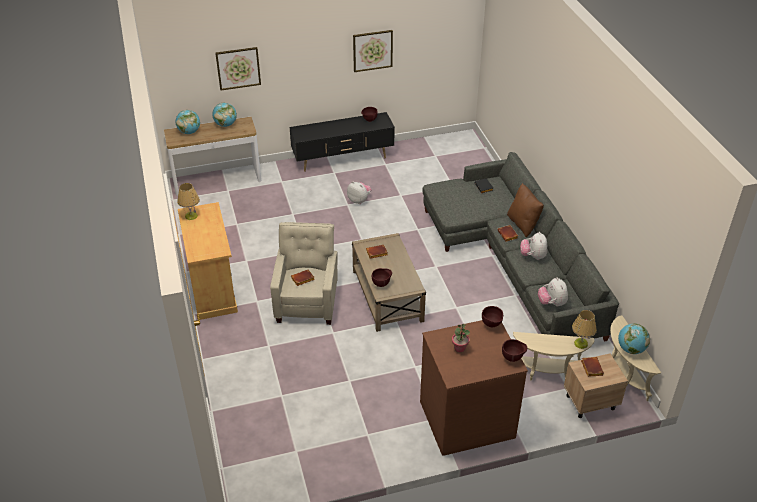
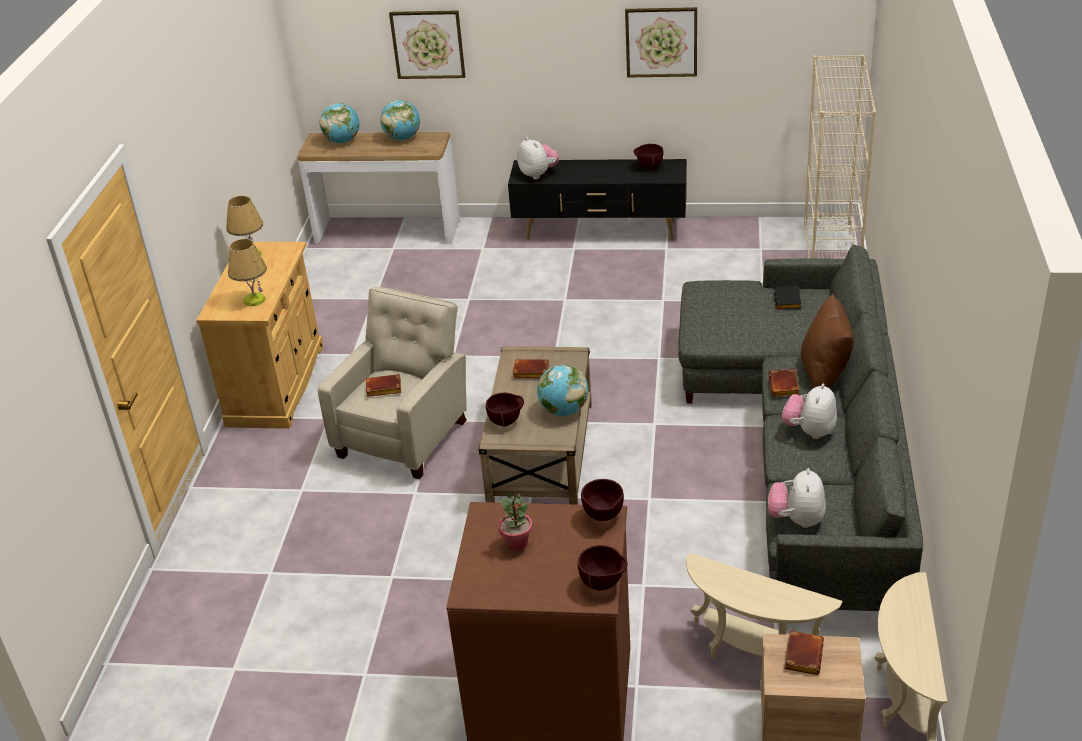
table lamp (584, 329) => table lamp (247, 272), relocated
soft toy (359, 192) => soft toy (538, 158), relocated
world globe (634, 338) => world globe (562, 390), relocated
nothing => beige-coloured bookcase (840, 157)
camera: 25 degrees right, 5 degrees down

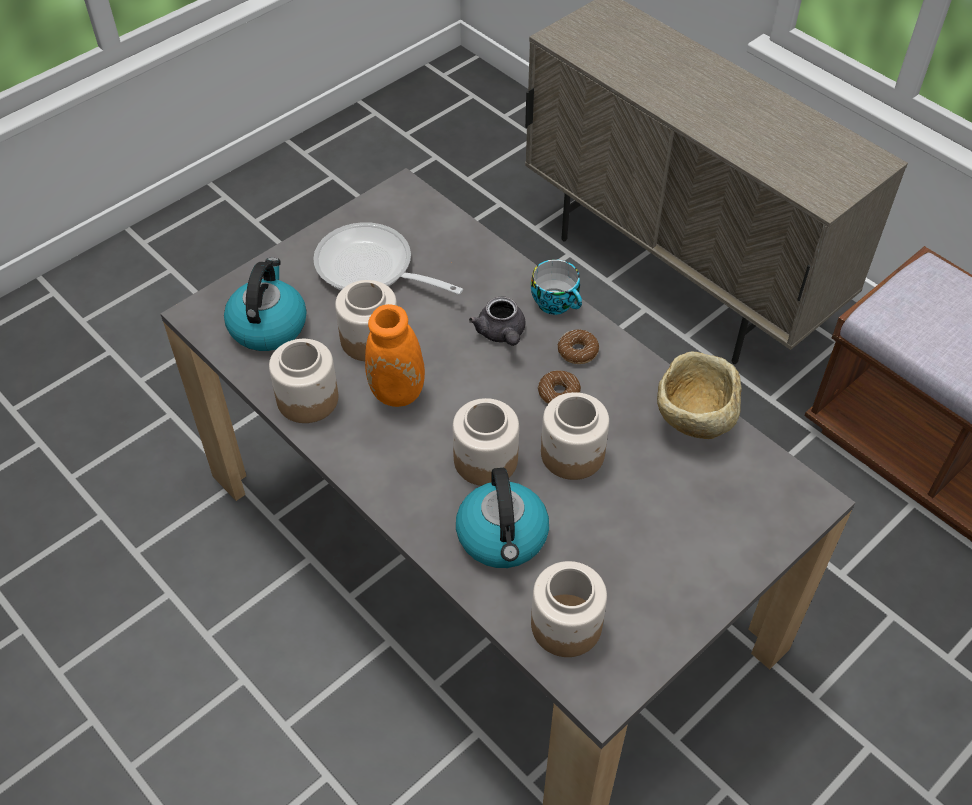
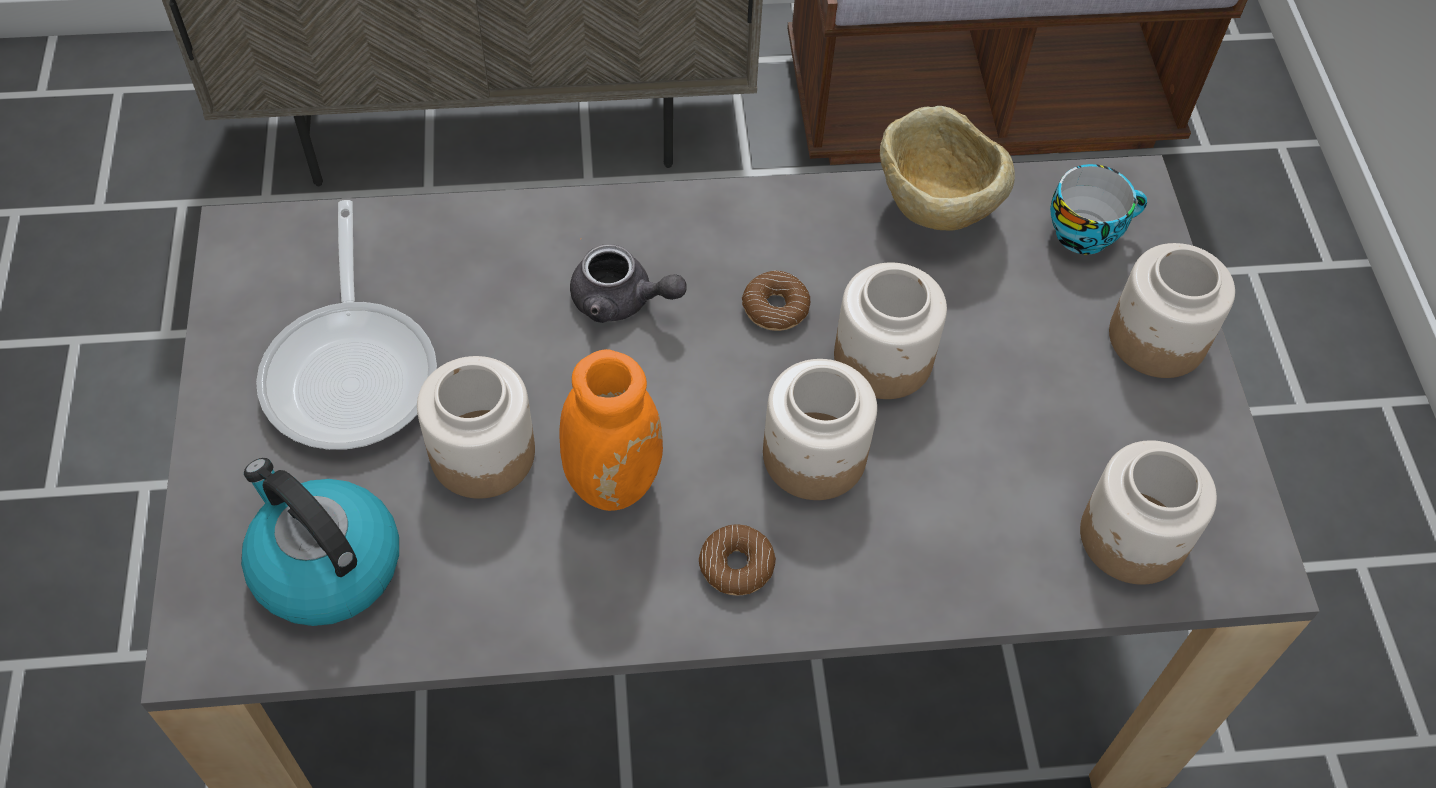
pan (388, 258) => pan (346, 325), 75 degrees counterclockwise
doughnut (578, 347) => doughnut (737, 559), relocated
small cup (556, 287) => small cup (1098, 209), relocated
jar (303, 381) => jar (1172, 310), relocated
water kettle (502, 518) => nothing
camera: 55 degrees left, 5 degrees up

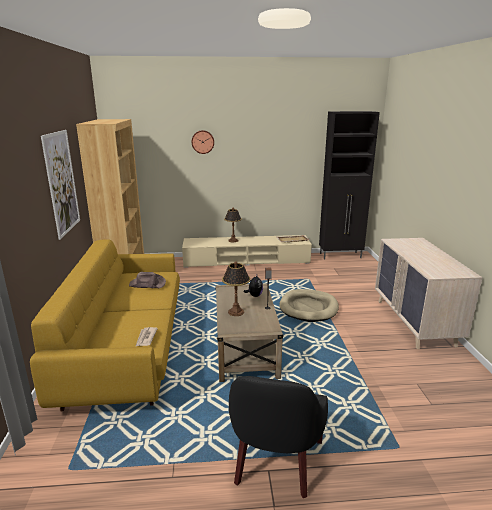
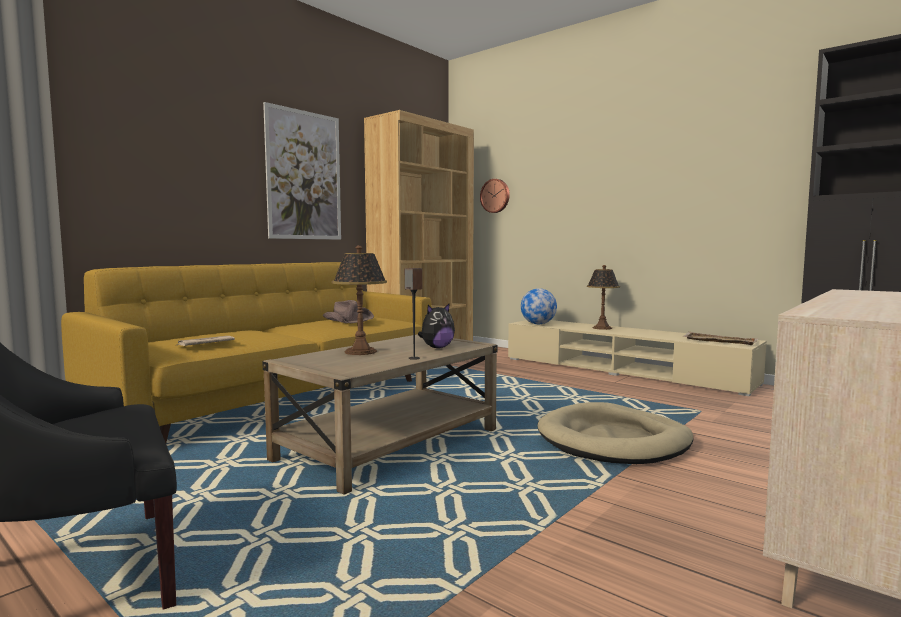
clock on the wall (203, 142) => clock on the wall (495, 196), relocated
nothing => world globe (539, 306)
camera: 45 degrees right, 15 degrees down

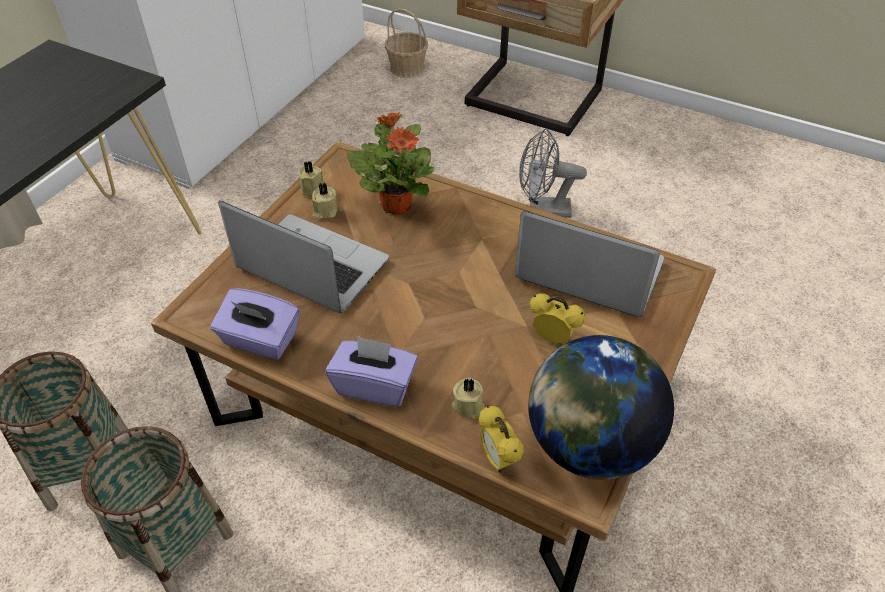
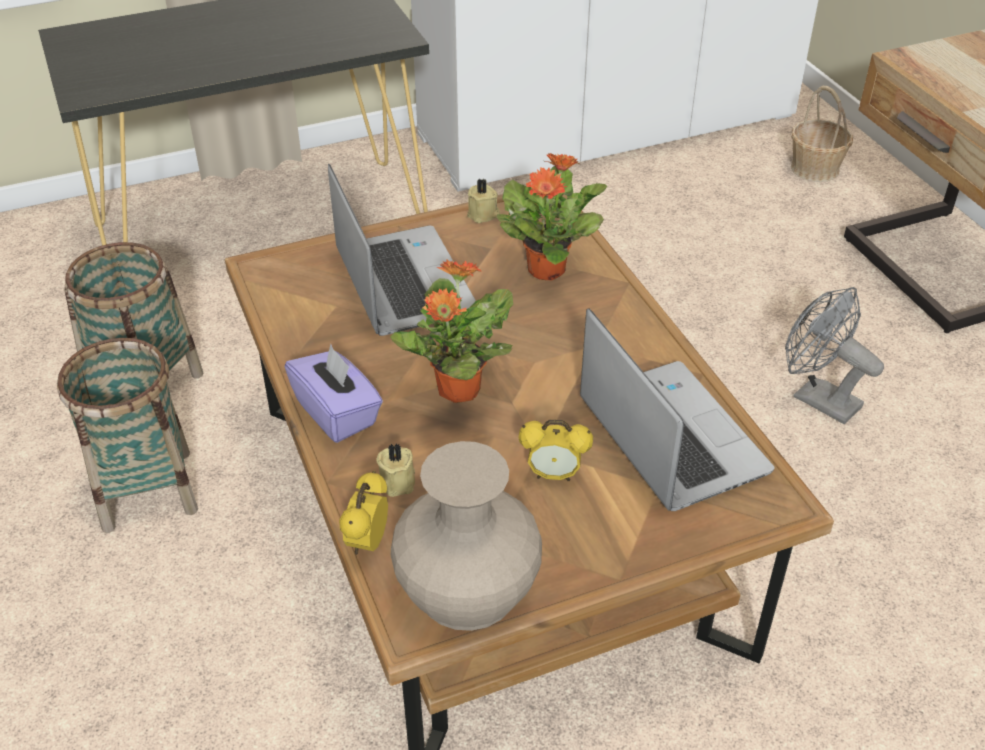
nothing => potted plant (452, 331)
world globe (601, 407) => beige-coloured decorative vase (466, 536)
table clock (557, 318) => table clock (556, 450), 120 degrees clockwise
purplish box of tissues (254, 324) => nothing
beige-coloured candle (324, 201) => nothing
camera: 40 degrees right, 5 degrees down

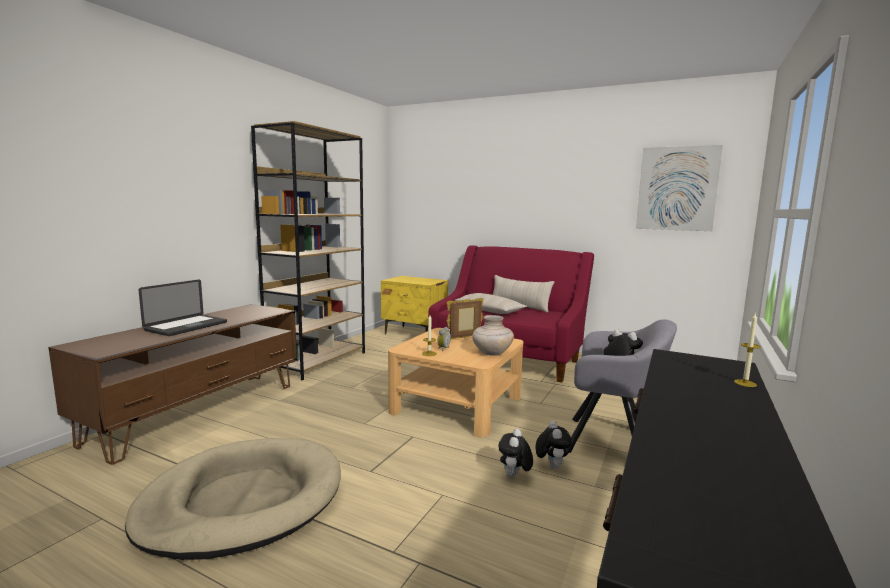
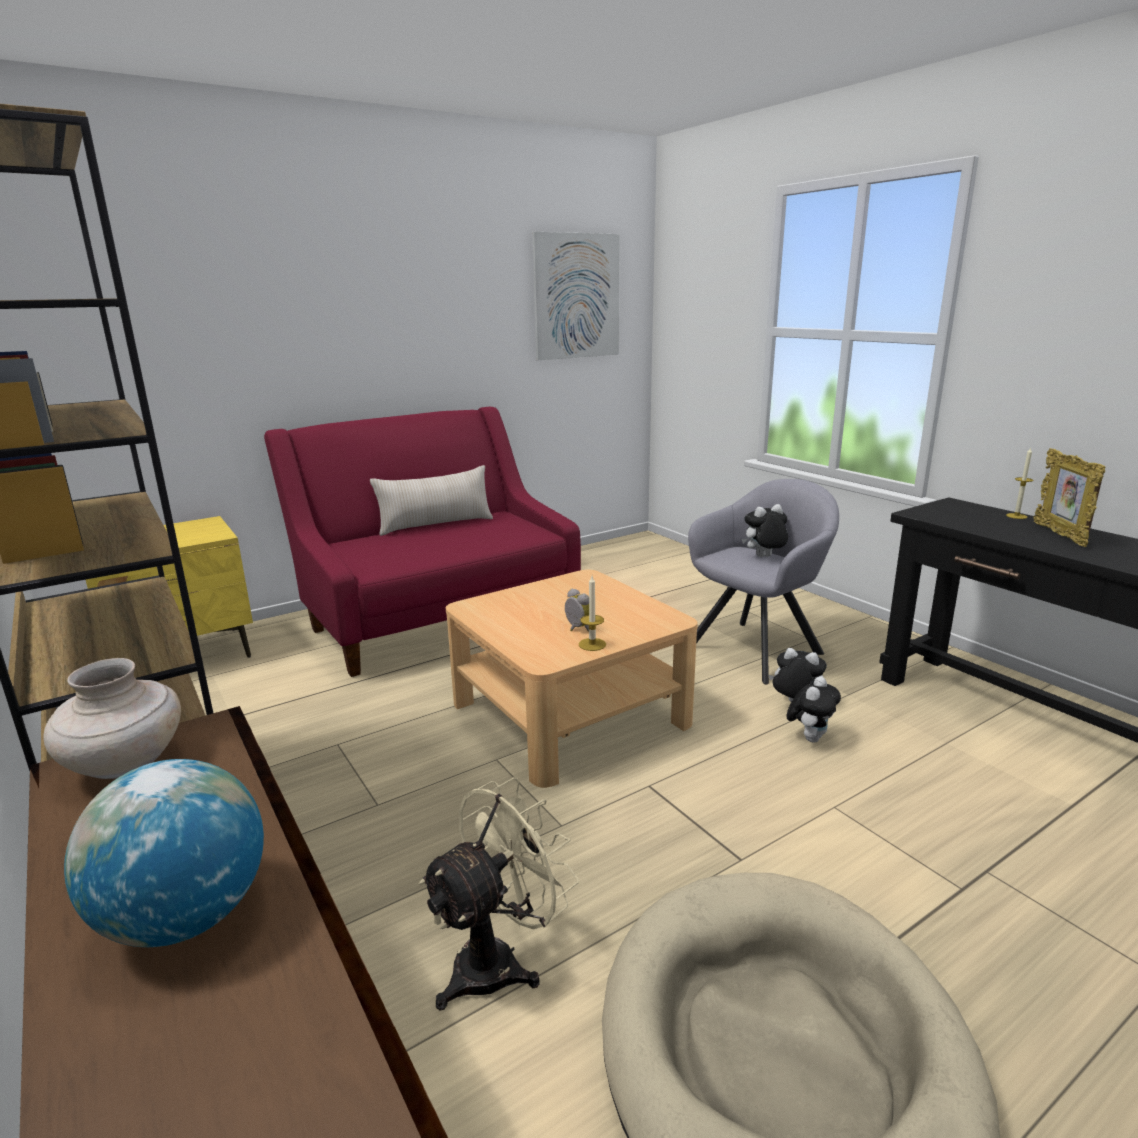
beige-coloured decorative vase (493, 335) => beige-coloured decorative vase (112, 718), relocated
portable computer (183, 308) => world globe (164, 853)
nothing => beige-coloured electric fan (498, 893)
soft toy (515, 453) => soft toy (814, 709), 105 degrees counterclockwise
picture frame (465, 318) => picture frame (1069, 497), relocated
beige-coloured throw pillow (491, 303) => nothing
camera: 60 degrees left, 10 degrees up

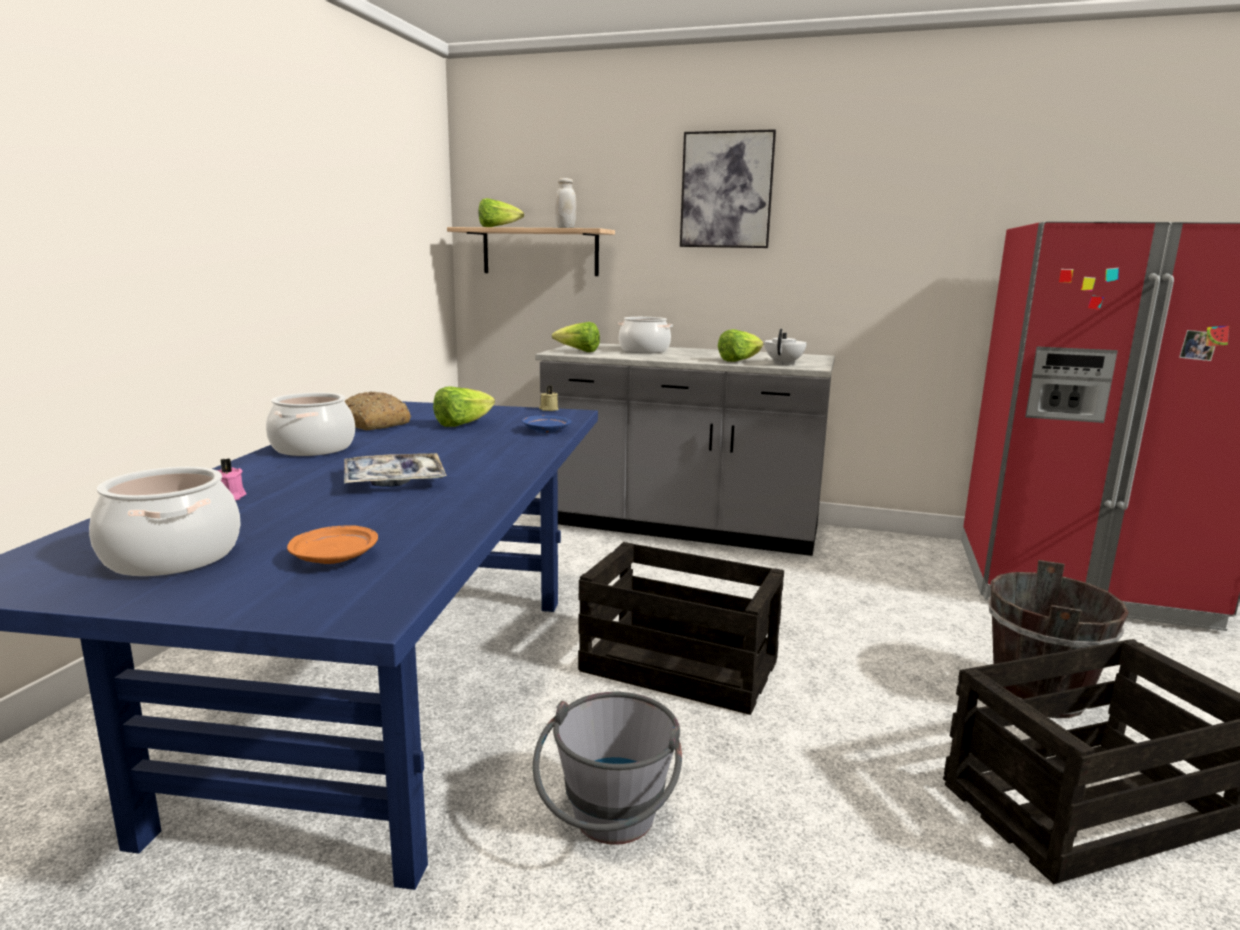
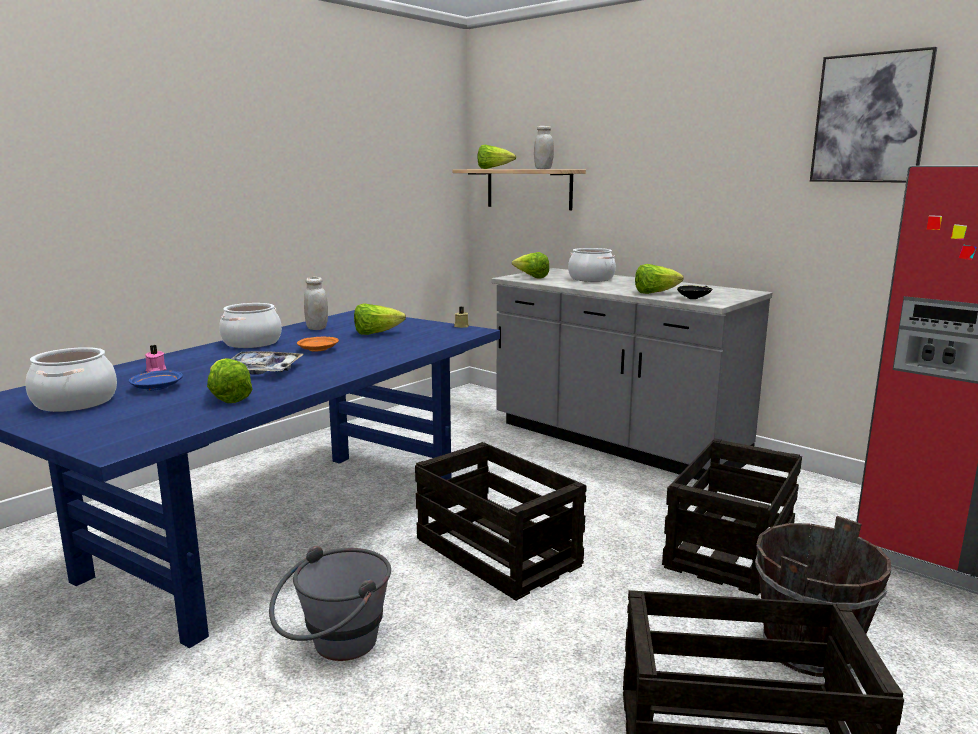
blue-coloured flat dish (547, 424) => blue-coloured flat dish (156, 380), relocated
nothing => head of lettuce (230, 380)
orange flat dish (332, 544) => orange flat dish (318, 344), relocated
bread (378, 410) => white-coloured jar (316, 303)
nothing => shipping crate (732, 517)
white-coloured tea pot (786, 347) => blackish deep dish (695, 292)
picture (728, 188) => picture (873, 115), relocated
camera: 25 degrees right, 0 degrees up

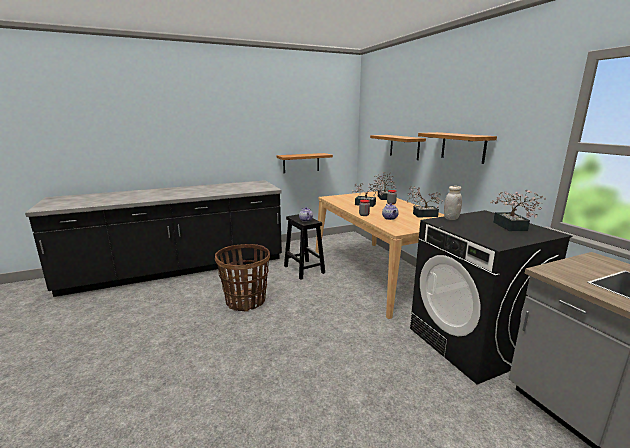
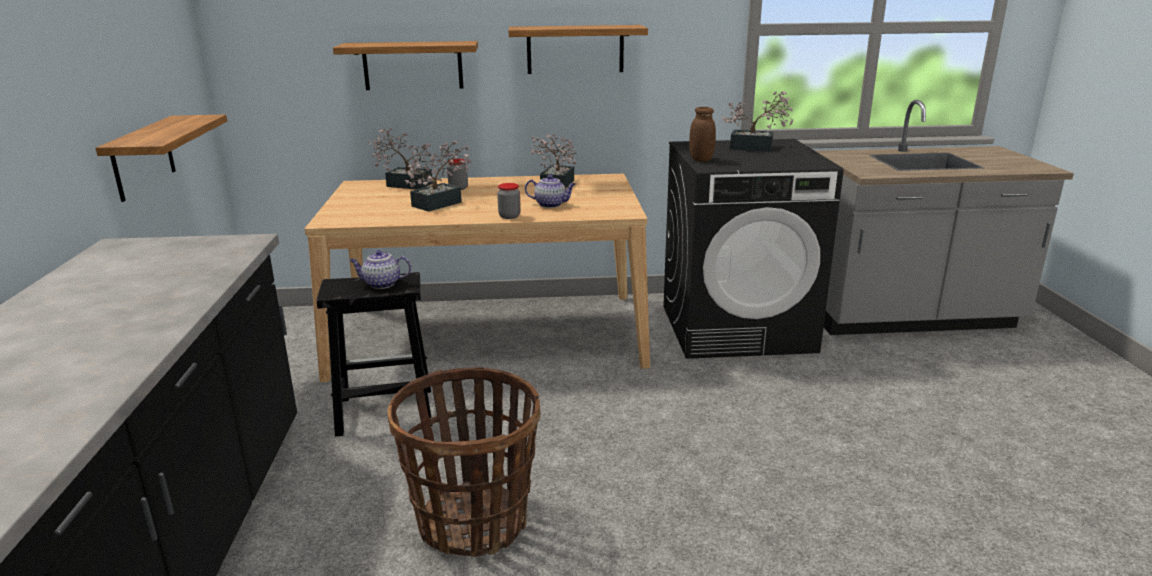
white-coloured jar (453, 203) => brownish jar (702, 134)
camera: 70 degrees left, 5 degrees up

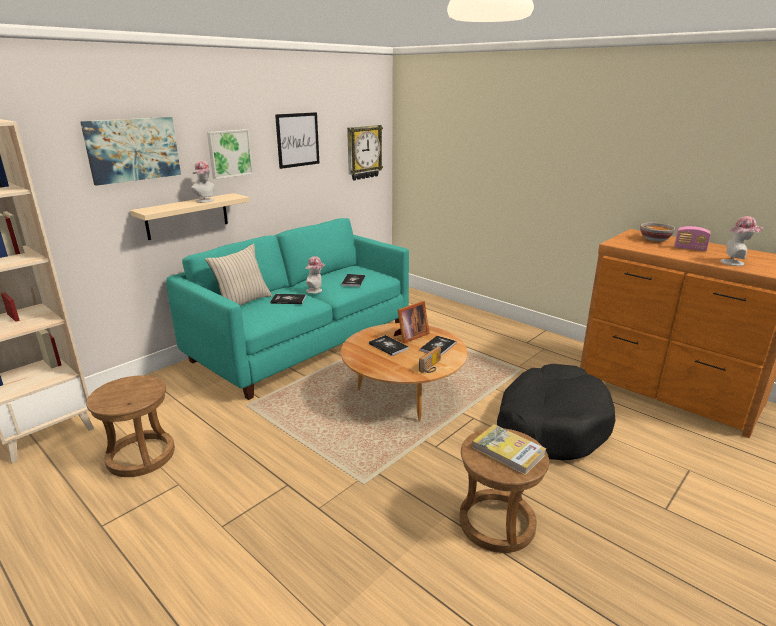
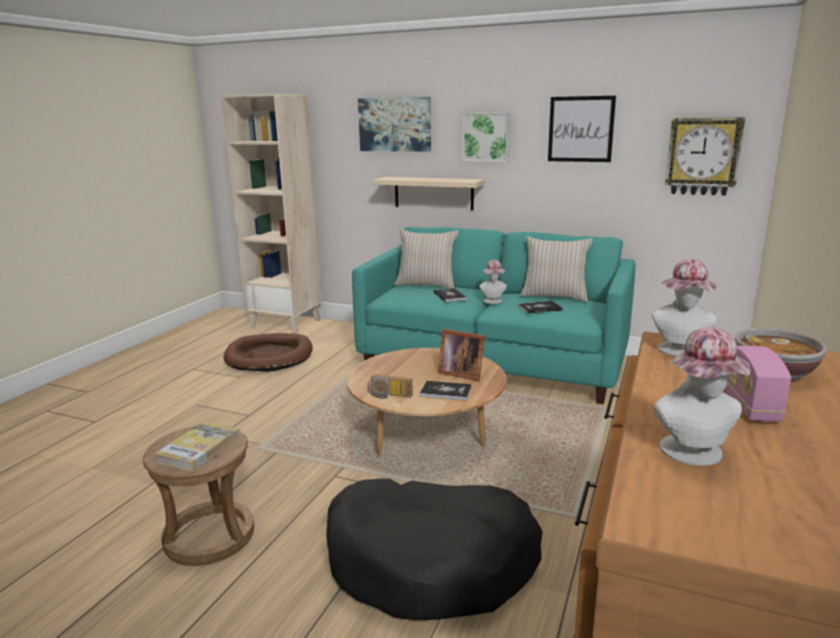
brownish stool (130, 426) => brownish dog bed (268, 352)
nothing => beige-coloured throw pillow (556, 269)
hat (203, 182) => hat (684, 307), relocated
bound book (389, 345) => nothing
camera: 70 degrees right, 5 degrees down

